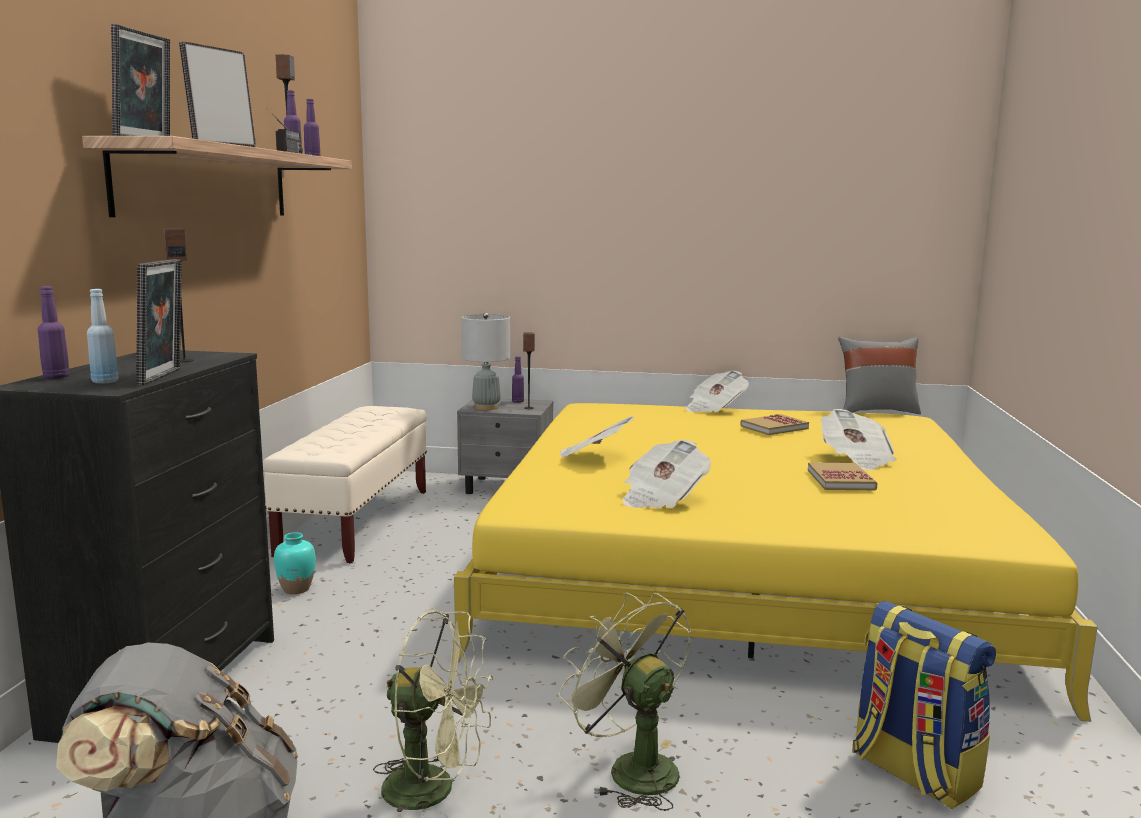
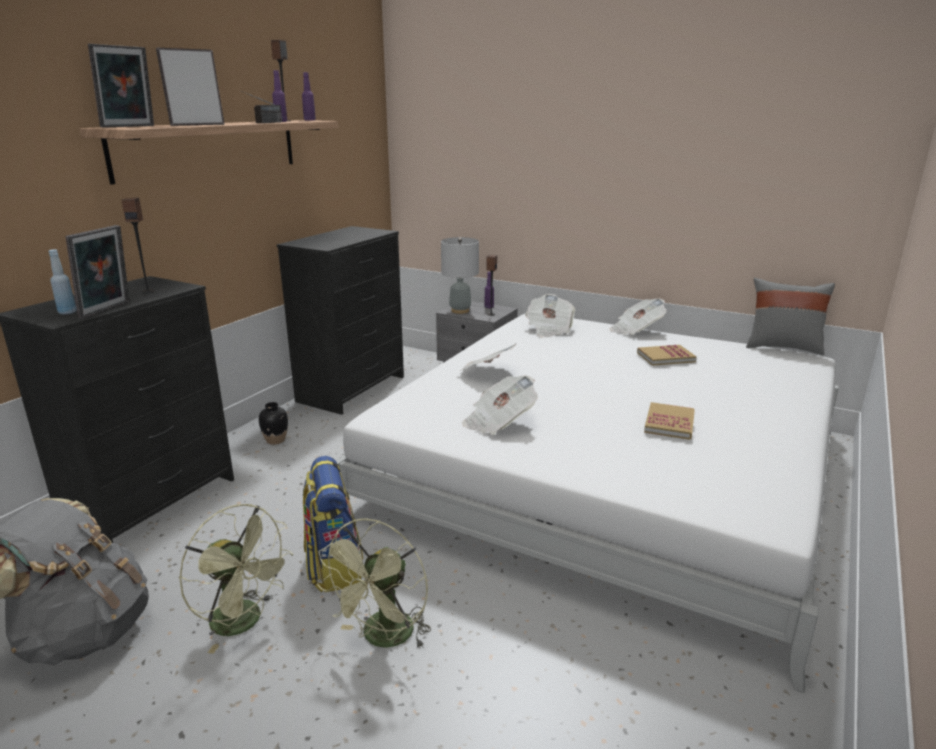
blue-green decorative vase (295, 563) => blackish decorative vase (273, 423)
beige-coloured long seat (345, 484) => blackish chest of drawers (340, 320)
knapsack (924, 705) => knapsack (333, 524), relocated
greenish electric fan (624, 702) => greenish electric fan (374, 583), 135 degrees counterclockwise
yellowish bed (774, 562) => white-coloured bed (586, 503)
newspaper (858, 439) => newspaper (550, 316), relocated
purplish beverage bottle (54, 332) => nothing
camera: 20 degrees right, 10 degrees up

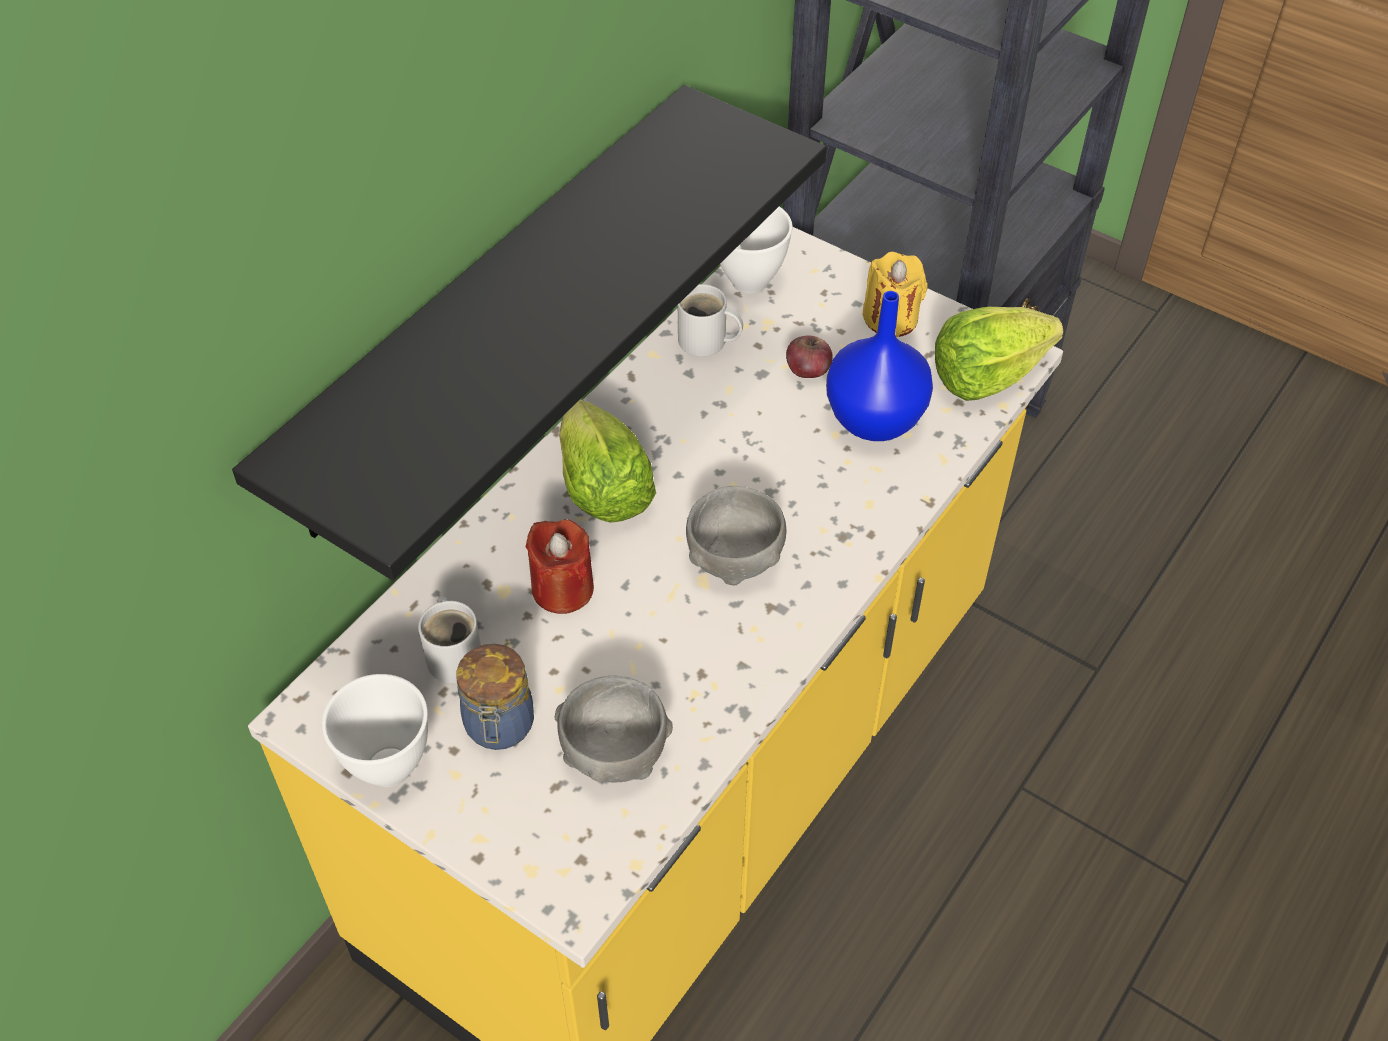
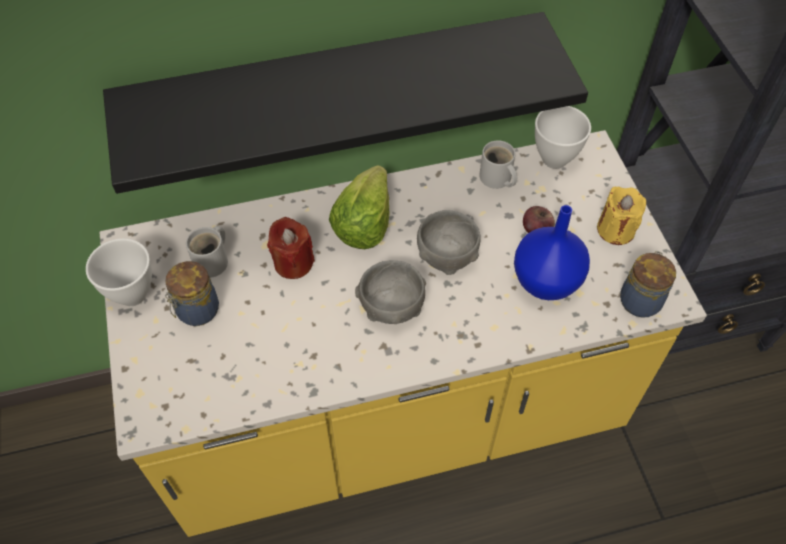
gray deep dish (613, 729) => gray deep dish (449, 242), relocated
head of lettuce (999, 354) => jar (648, 284)
camera: 40 degrees right, 5 degrees up

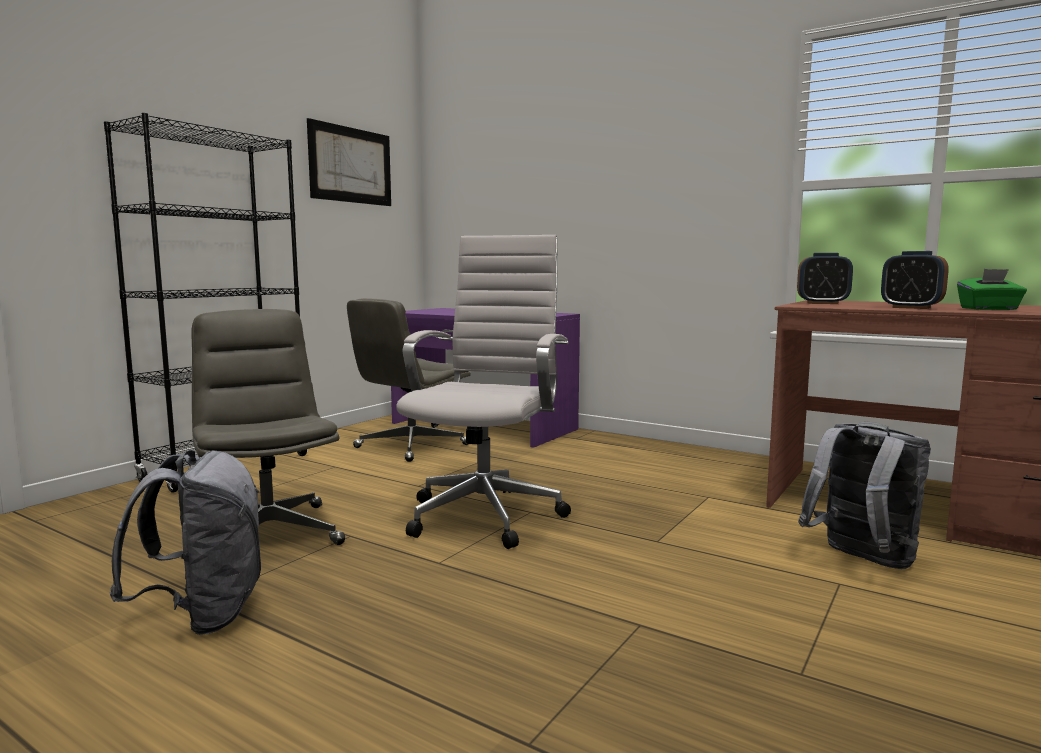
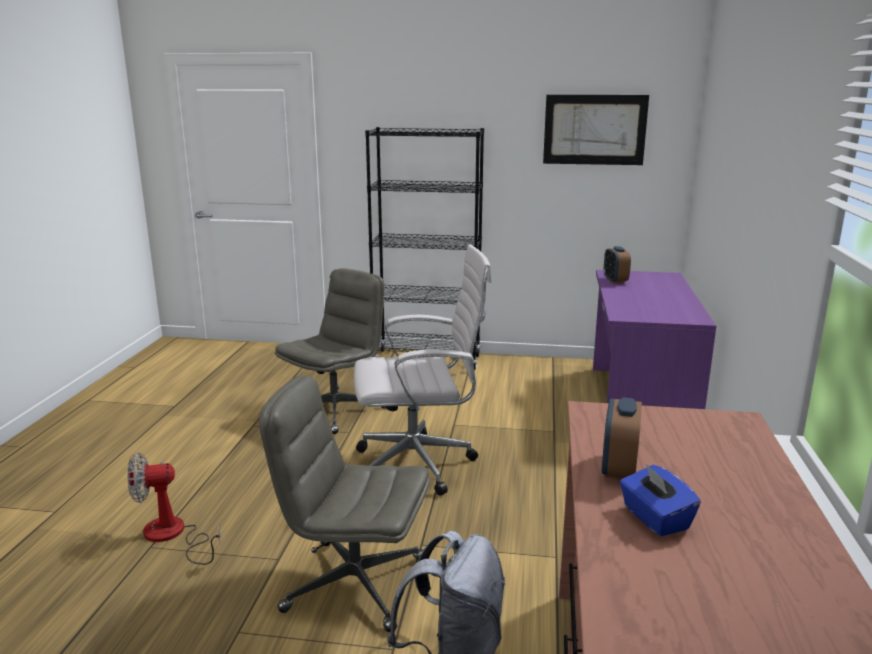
nothing => electric fan (174, 509)
gray computer chair (409, 380) => gray computer chair (344, 503), relocated
table clock (825, 278) => table clock (617, 264), relocated
greenish box of tissues (992, 289) => blue-coloured box of tissues (660, 500)
gray knapsack (185, 542) => nothing
camera: 65 degrees right, 10 degrees up

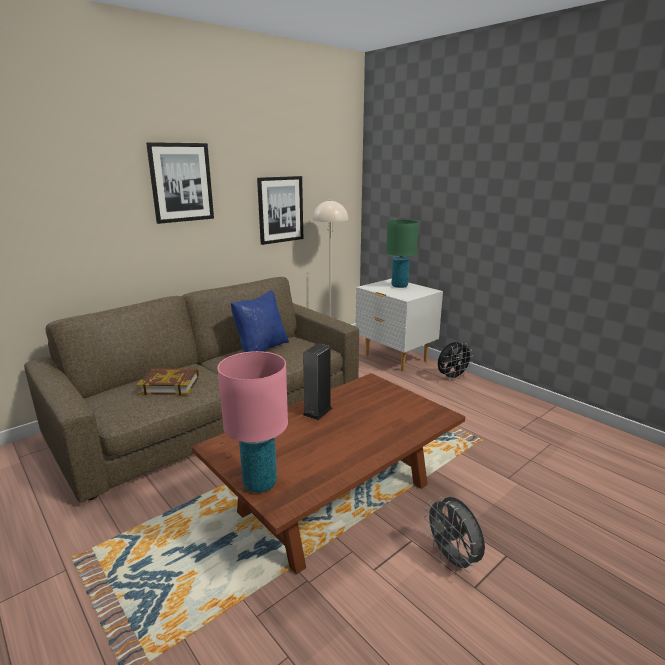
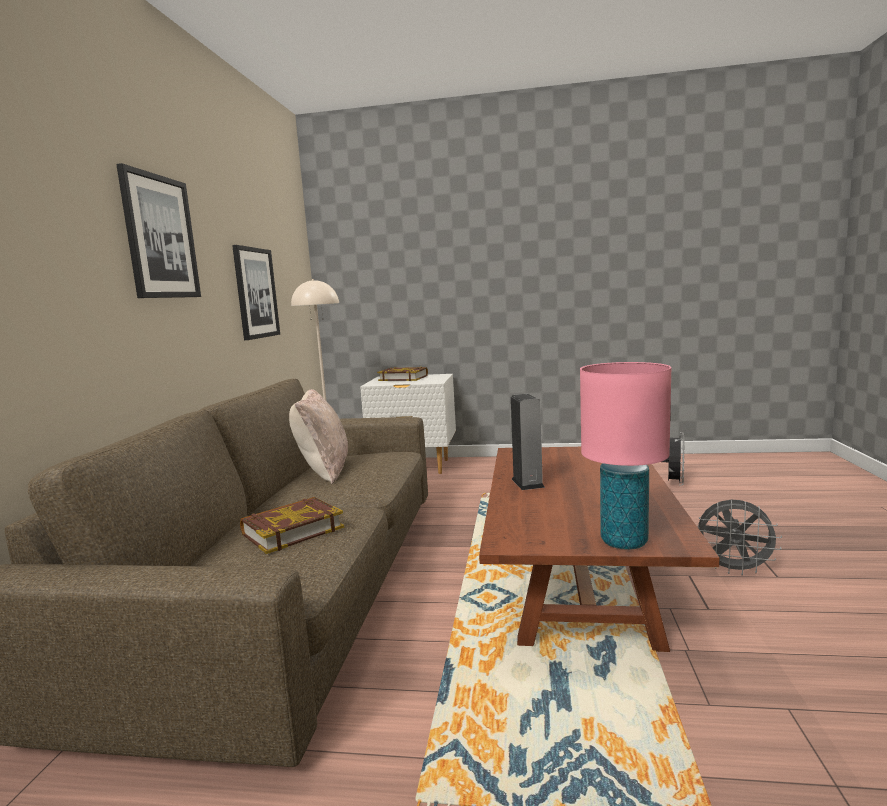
blue-coloured throw pillow (259, 321) => beige-coloured throw pillow (318, 436)
greenish table lamp (402, 253) => bound book (402, 374)
blackish electric fan (455, 361) => blackish electric fan (673, 459), relocated
camera: 40 degrees left, 10 degrees down

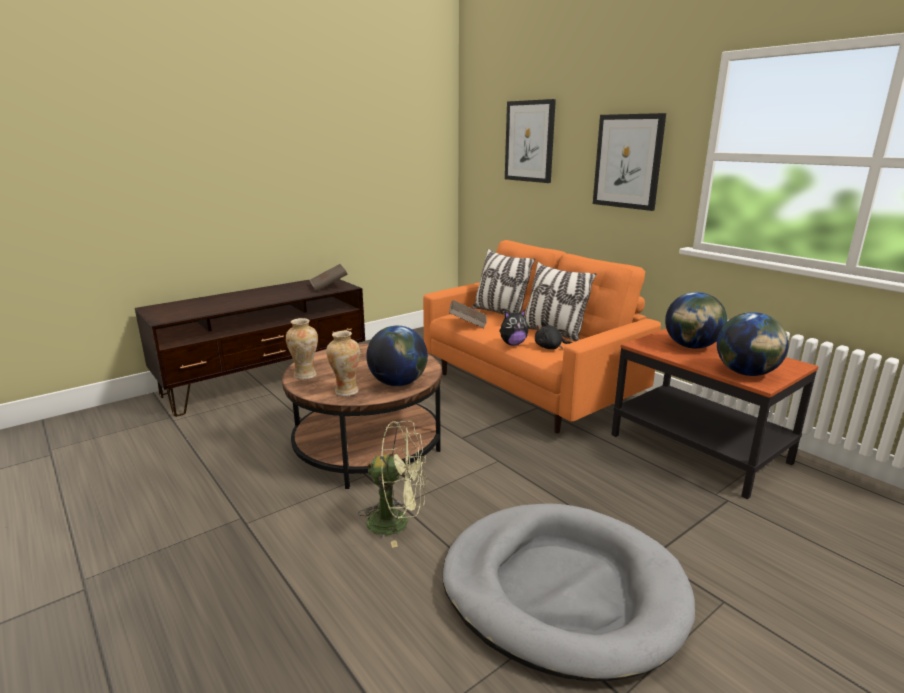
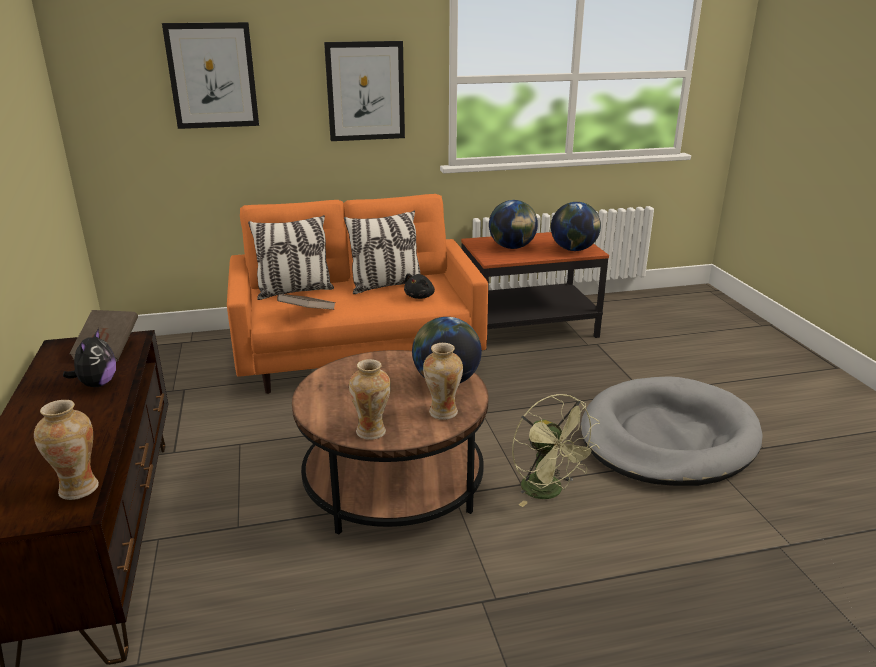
nothing => decorative vase (66, 450)
soft toy (513, 328) => soft toy (89, 357), relocated
greenish electric fan (392, 484) => greenish electric fan (556, 450), 120 degrees clockwise
camera: 65 degrees left, 5 degrees up

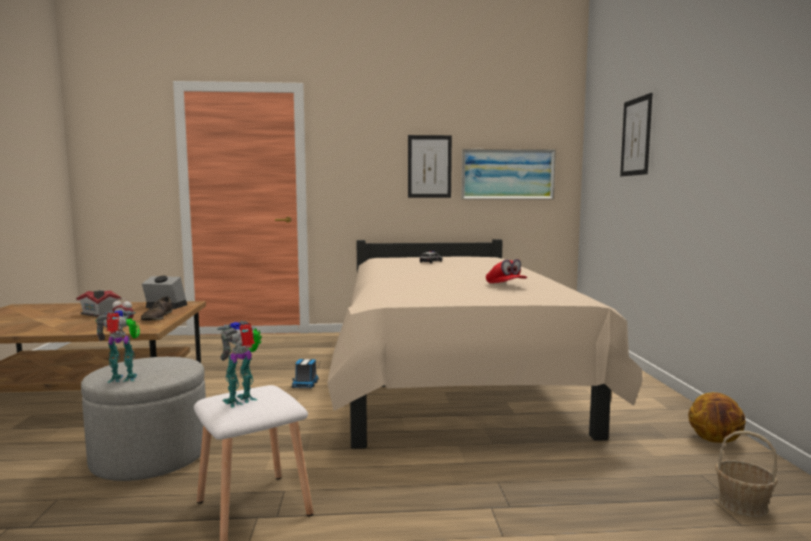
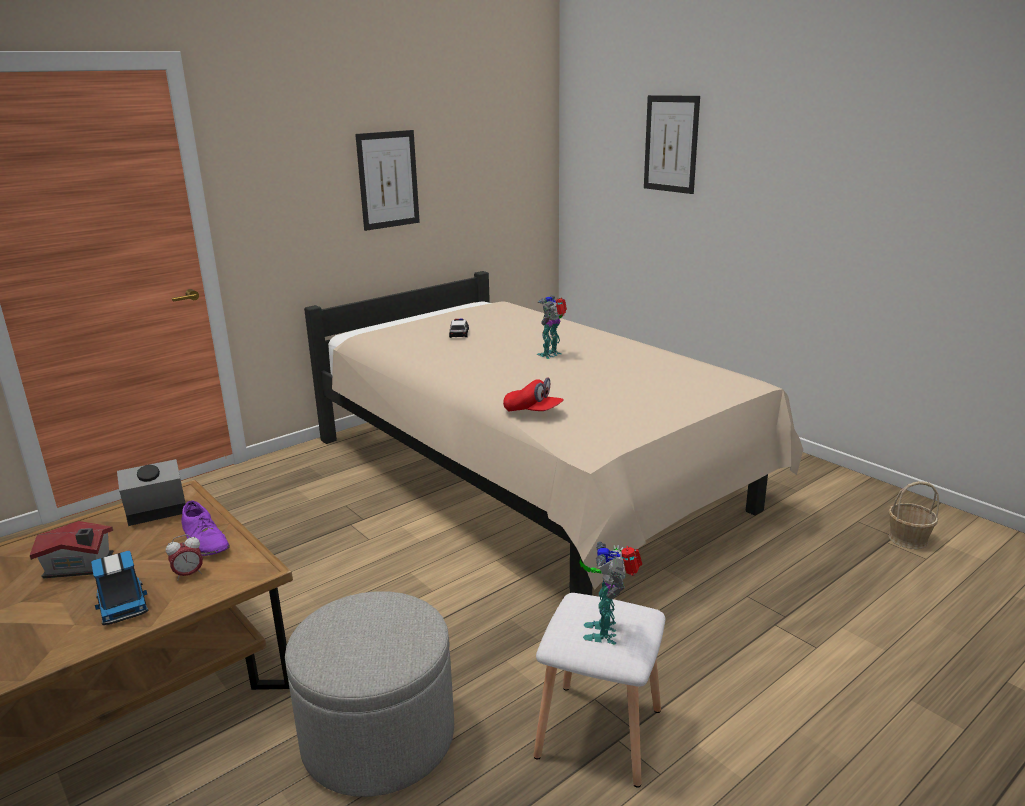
toy truck (305, 374) => toy truck (119, 588), relocated
brownish item of footwear (156, 308) => purplish item of footwear (205, 528)
red baseball cap (506, 271) => red baseball cap (533, 394), relocated
robot figure (117, 346) => robot figure (551, 327), relocated
picture (508, 174) => nothing
ball for basketball (717, 417) => nothing
camera: 35 degrees left, 15 degrees up

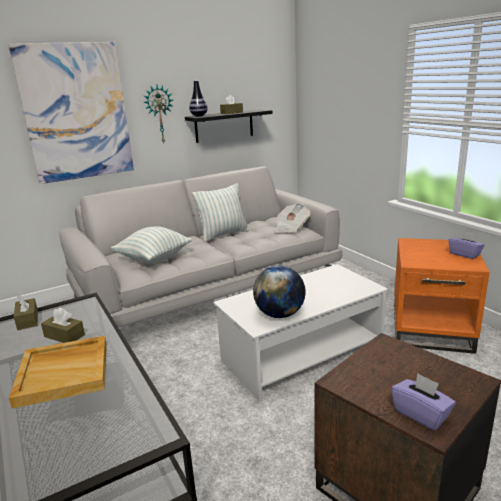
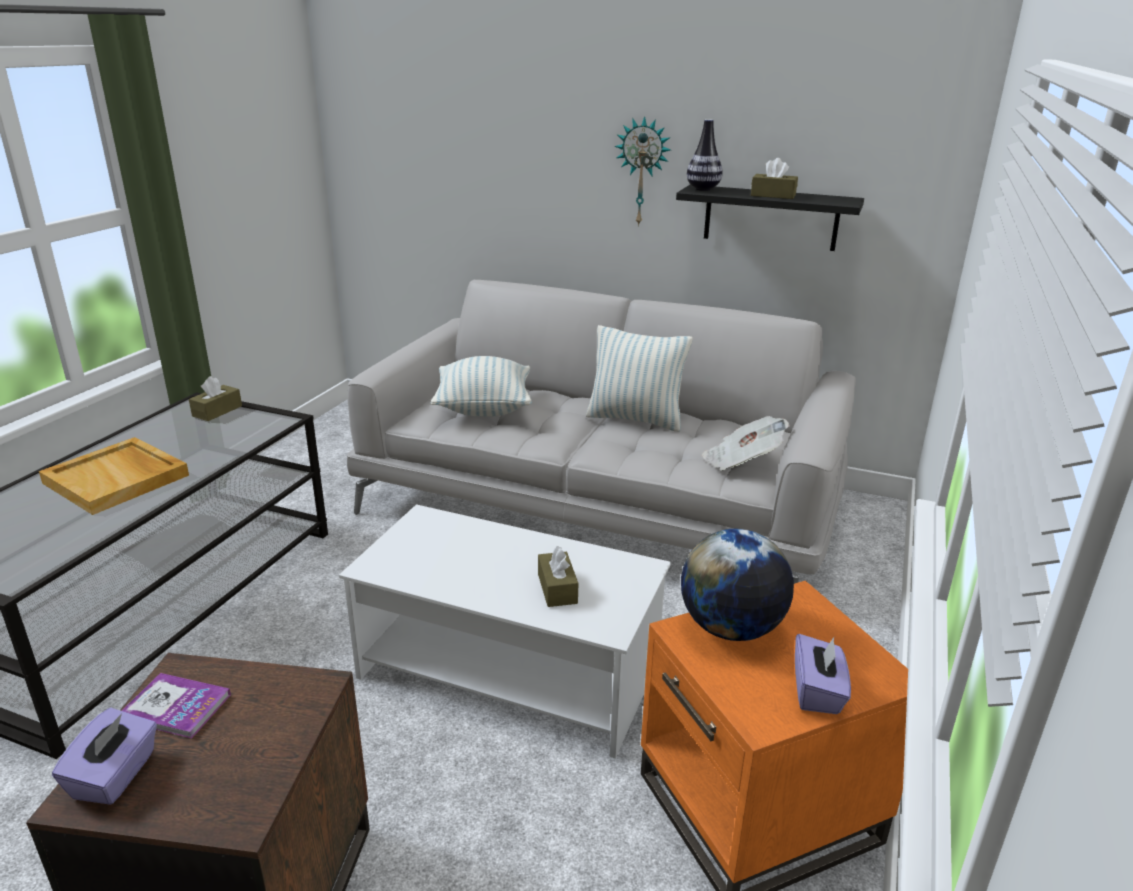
nothing => bound book (176, 705)
brownish box of tissues (63, 325) => brownish box of tissues (558, 576), relocated
world globe (279, 292) => world globe (737, 585), relocated
picture (71, 113) => nothing
camera: 50 degrees right, 5 degrees up

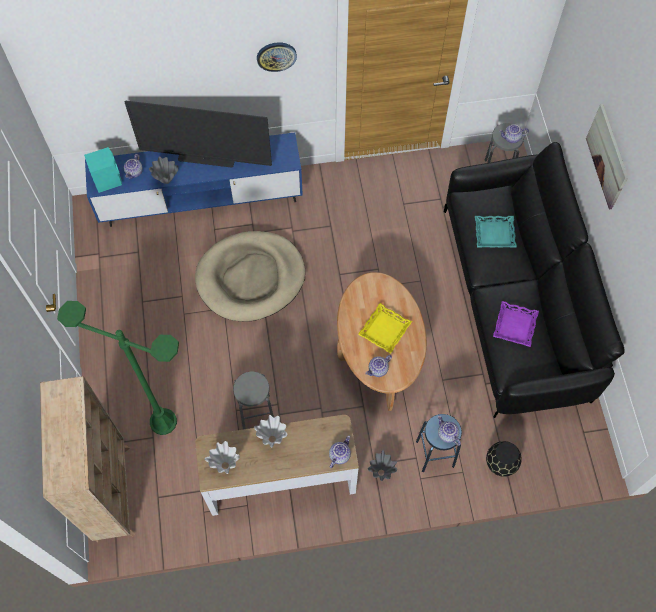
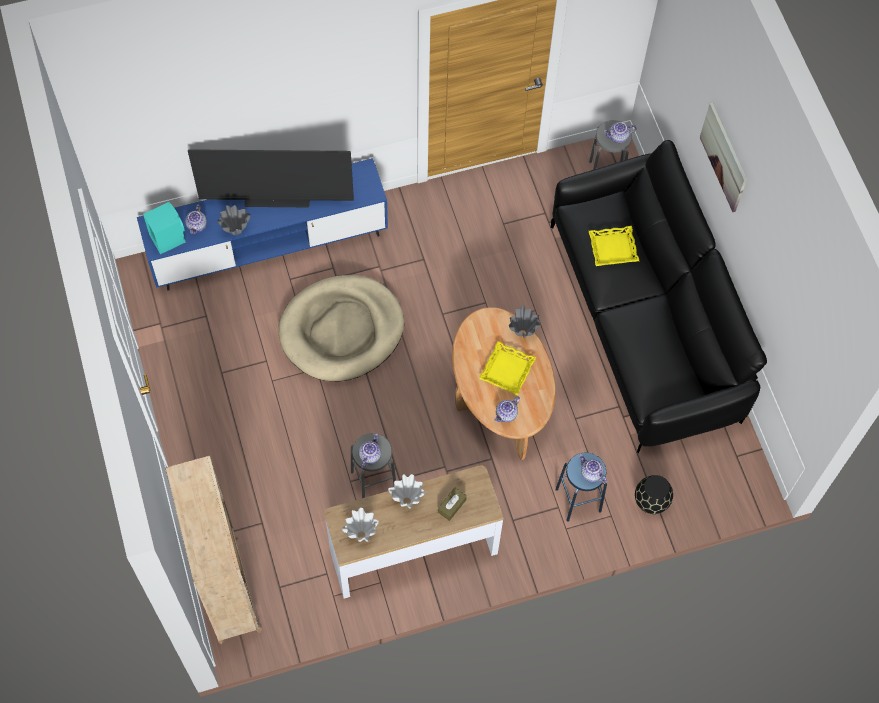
tea pot (340, 452) => tea pot (370, 451), relocated
nothing => brownish box of tissues (452, 504)
gray decorative vase (382, 465) => gray decorative vase (525, 321), relocated
blue-green tray (496, 231) => yellowish tray (614, 246)
greenish standard lamp (118, 368) => nothing
clock on the wall (277, 57) => nothing
purplish tray (516, 324) => nothing
camera: 10 degrees left, 0 degrees up

